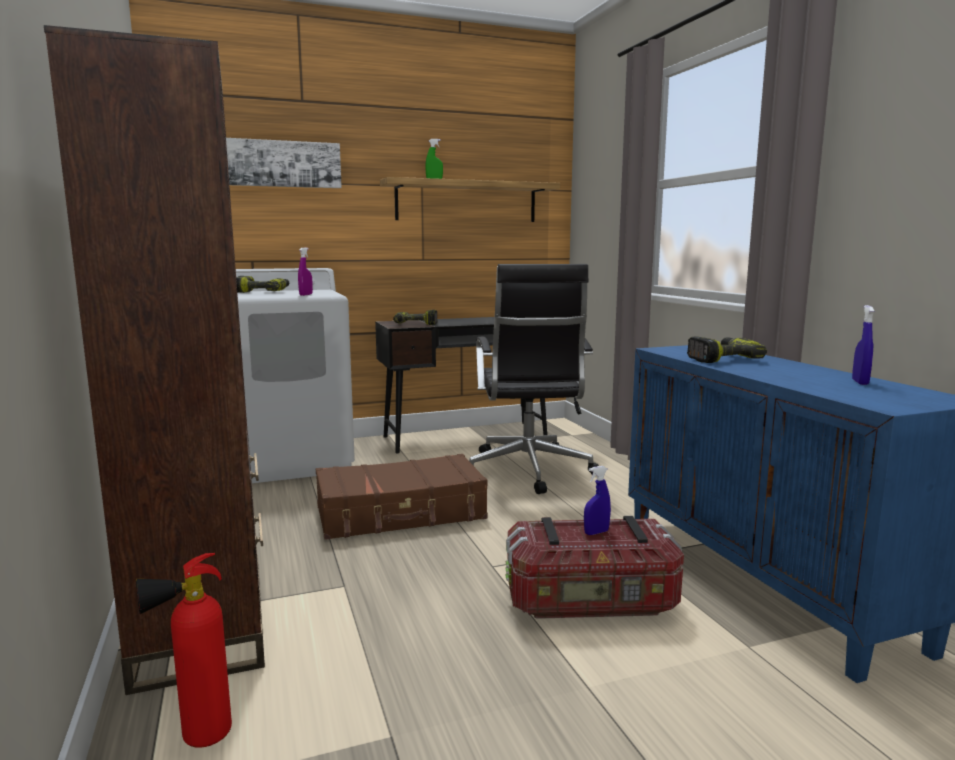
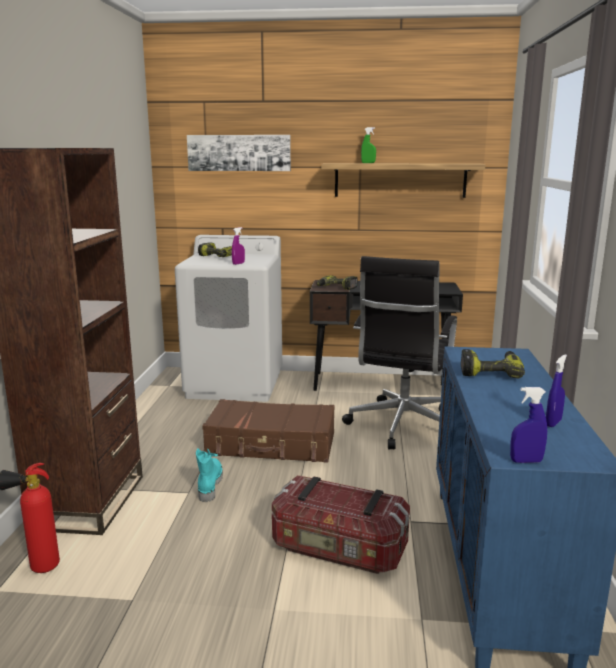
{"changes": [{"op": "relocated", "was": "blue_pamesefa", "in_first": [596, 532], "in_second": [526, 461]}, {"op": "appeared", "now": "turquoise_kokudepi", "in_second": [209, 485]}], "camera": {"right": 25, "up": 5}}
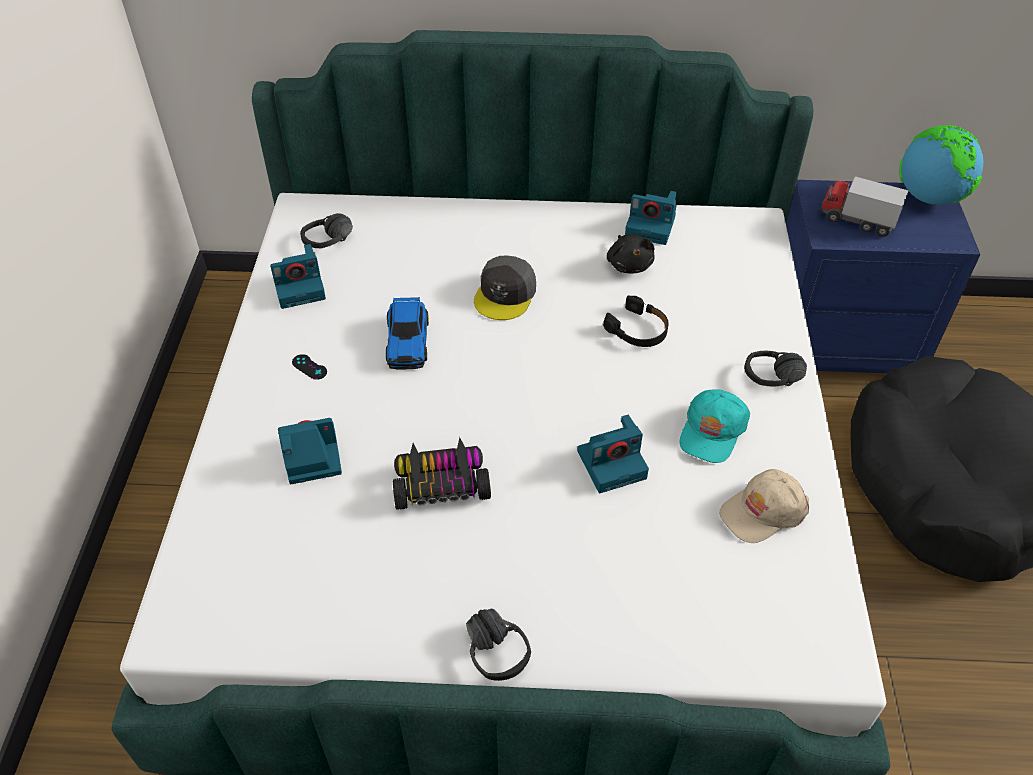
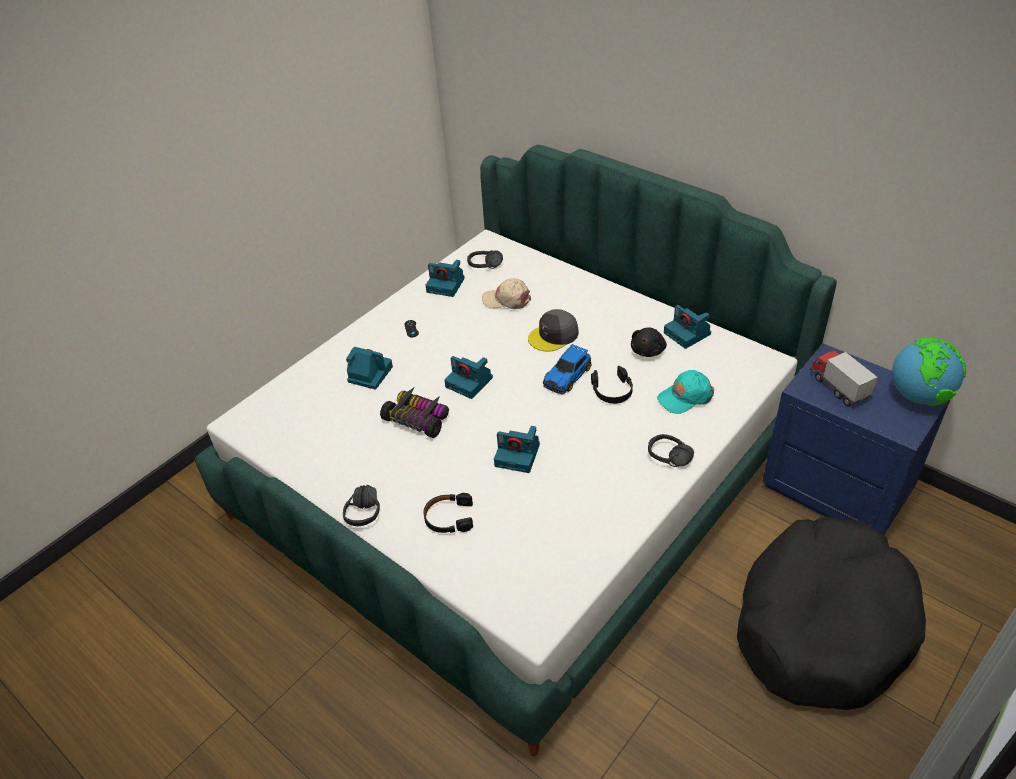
{"changes": [{"op": "relocated", "was": "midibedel", "in_first": [408, 341], "in_second": [568, 375]}, {"op": "relocated", "was": "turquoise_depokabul", "in_first": [712, 431], "in_second": [685, 397]}, {"op": "relocated", "was": "beige_depokabul", "in_first": [763, 511], "in_second": [507, 300]}, {"op": "appeared", "now": "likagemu", "in_second": [470, 382]}, {"op": "appeared", "now": "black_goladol", "in_second": [449, 518]}], "camera": {"right": 40, "up": -5}}
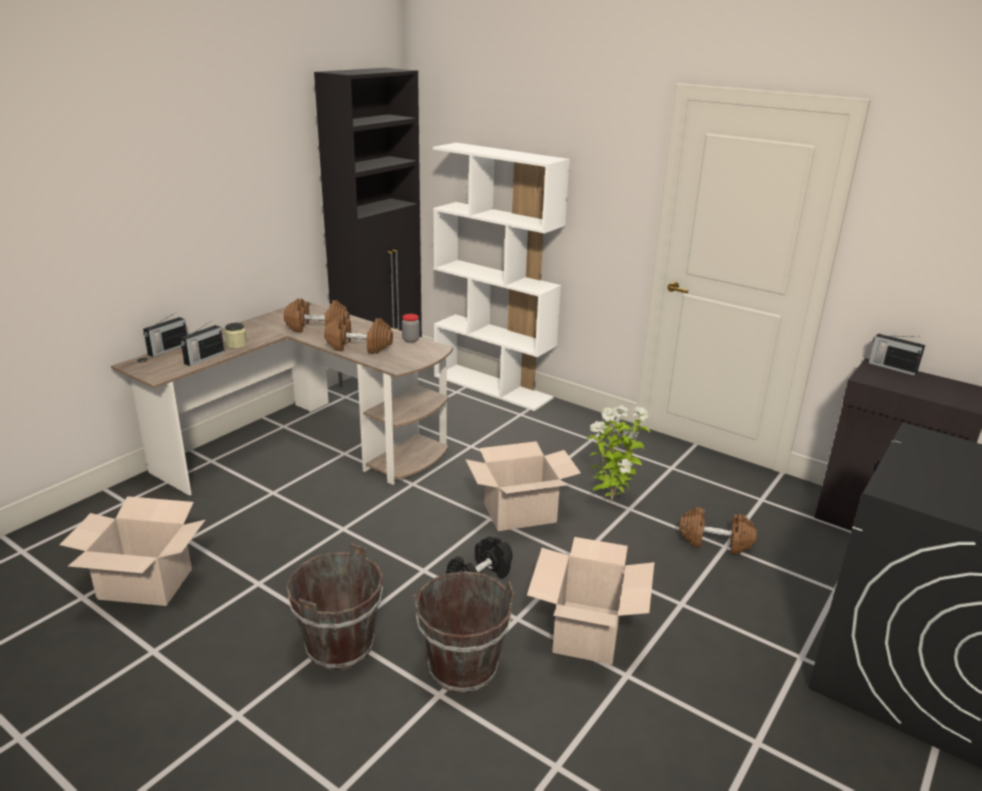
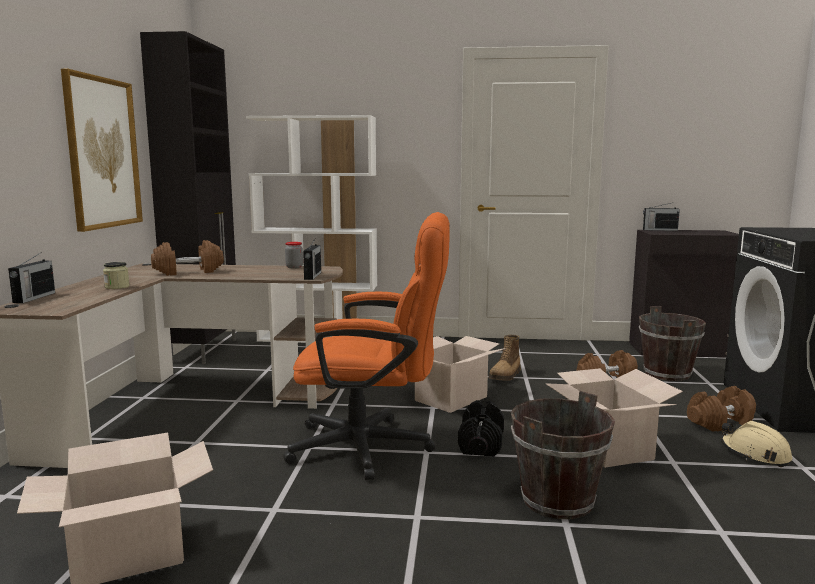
{"changes": [{"op": "relocated", "was": "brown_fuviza", "in_first": [359, 347], "in_second": [720, 422]}, {"op": "relocated", "was": "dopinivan", "in_first": [203, 358], "in_second": [312, 276]}, {"op": "exchanged", "was": "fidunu", "now": "kokudepi", "in_first": [611, 500], "in_second": [505, 376]}, {"op": "relocated", "was": "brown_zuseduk", "in_first": [340, 647], "in_second": [667, 374]}, {"op": "appeared", "now": "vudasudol", "in_second": [102, 153]}, {"op": "appeared", "now": "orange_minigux", "in_second": [374, 448]}, {"op": "appeared", "now": "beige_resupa", "in_second": [755, 454]}], "camera": {"right": -30, "up": -15}}
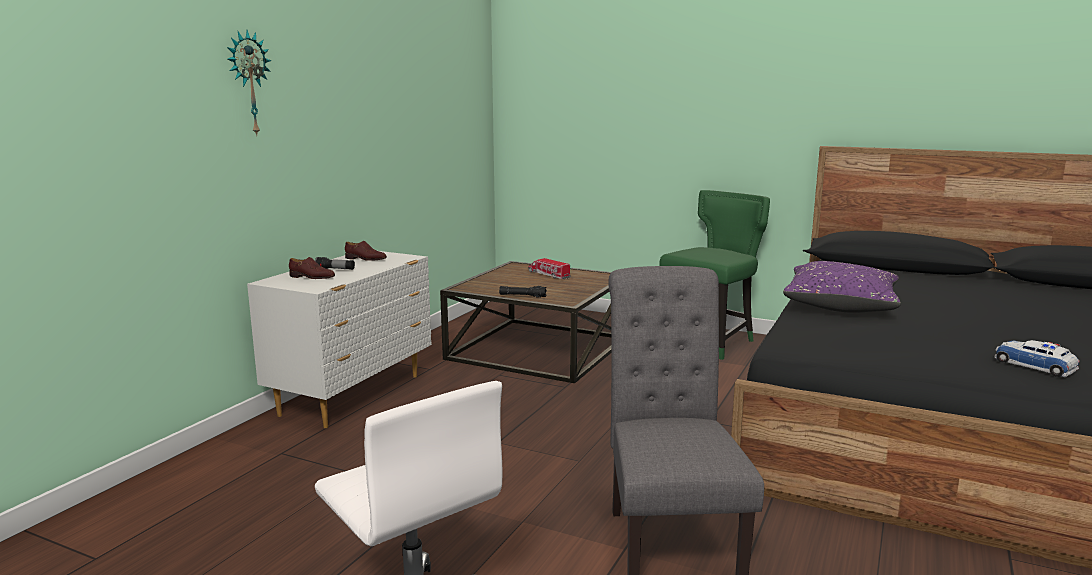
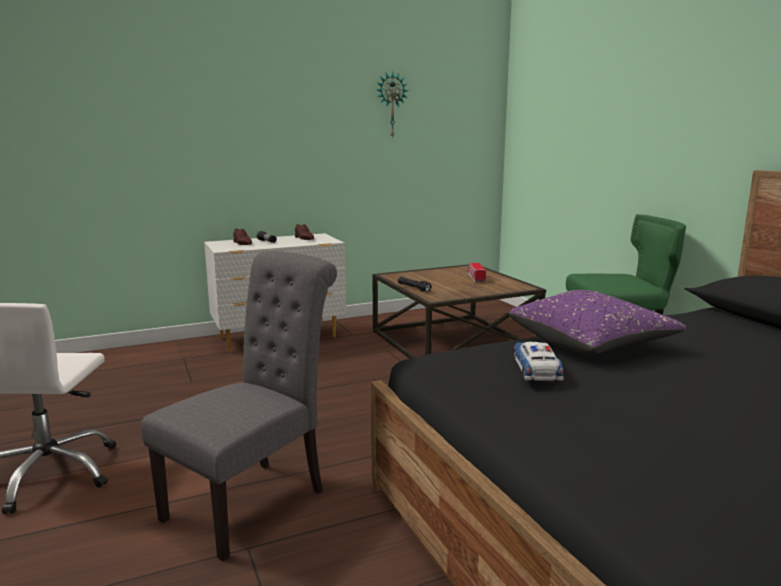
{"changes": [{"op": "relocated", "was": "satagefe", "in_first": [248, 83], "in_second": [391, 105]}, {"op": "relocated", "was": "midibedel", "in_first": [1035, 365], "in_second": [536, 368]}], "camera": {"right": 40, "up": 0}}
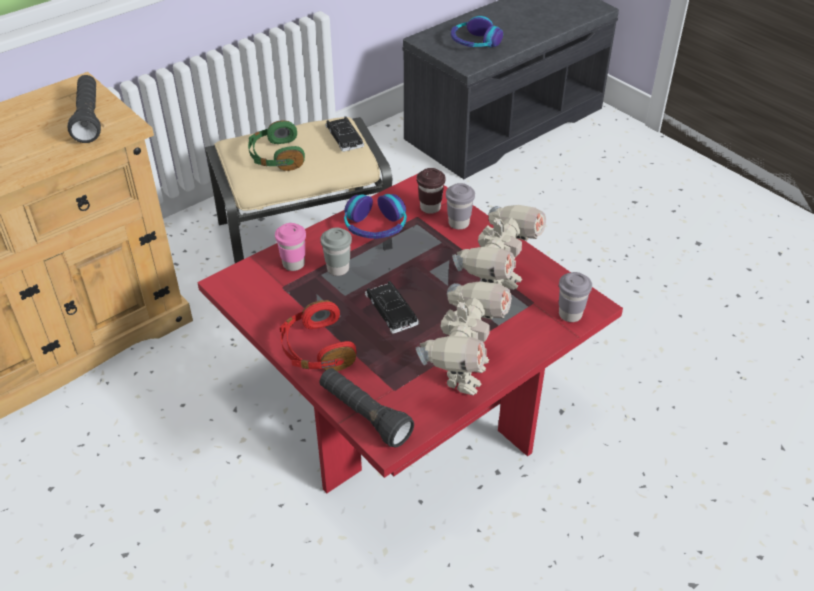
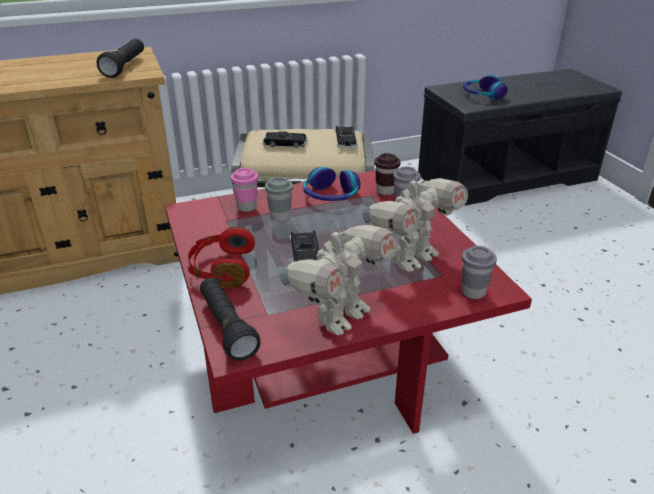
{"changes": [{"op": "exchanged", "was": "green_goladol", "now": "black_midibedel", "in_first": [276, 157], "in_second": [285, 143]}], "camera": {"right": 20, "up": -10}}
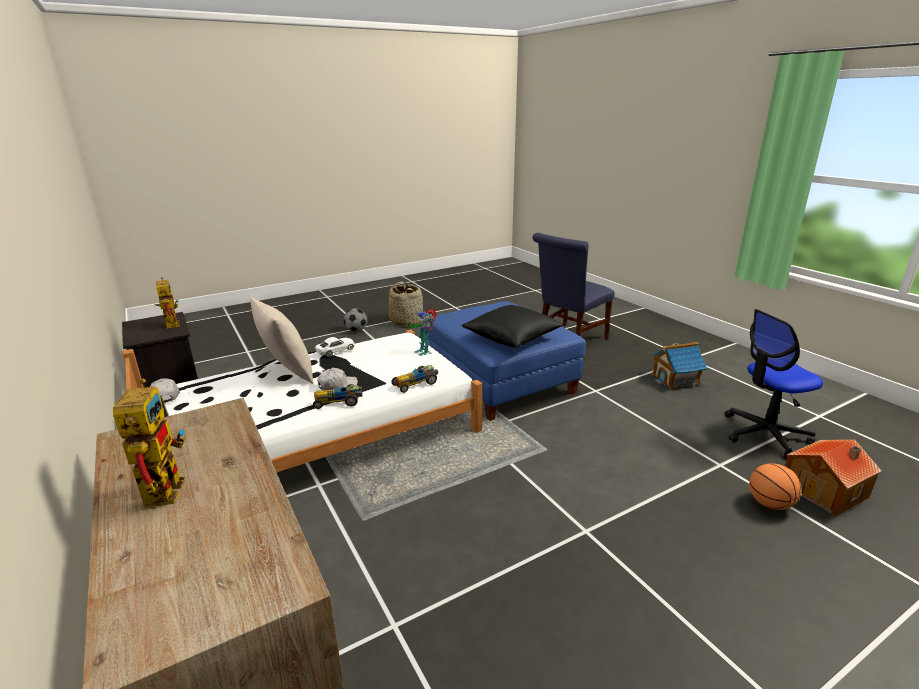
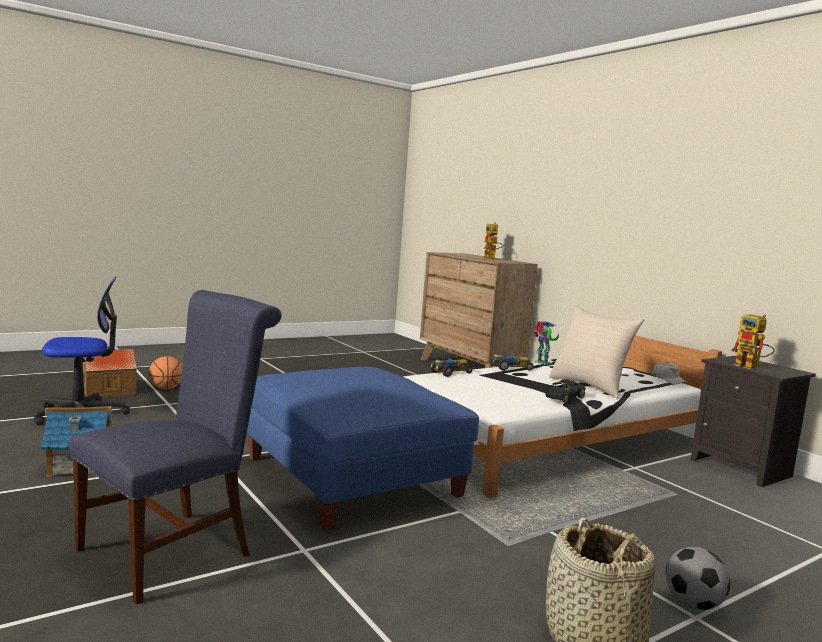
{"changes": [{"op": "missing", "was": "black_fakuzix", "in_first": [512, 338]}, {"op": "relocated", "was": "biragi", "in_first": [424, 351], "in_second": [542, 363]}, {"op": "colour", "was": "white_midibedel", "now": "black_midibedel", "in_first": [335, 350], "in_second": [565, 397]}, {"op": "missing", "was": "white_depokabul", "in_first": [337, 385]}], "camera": {"right": 175, "up": -15}}
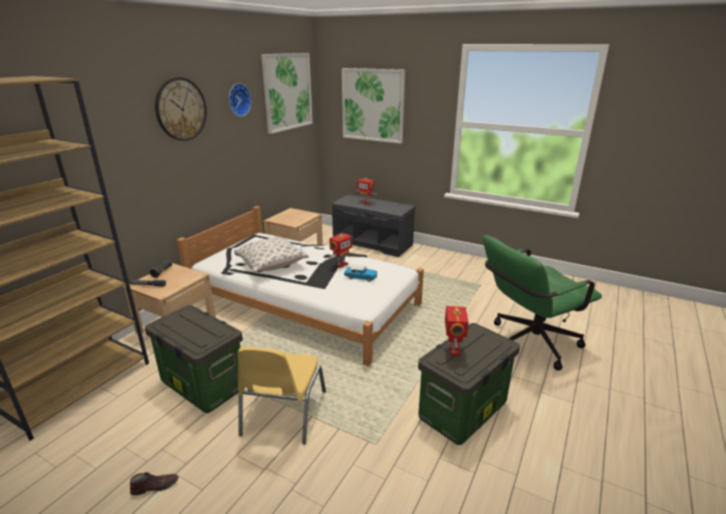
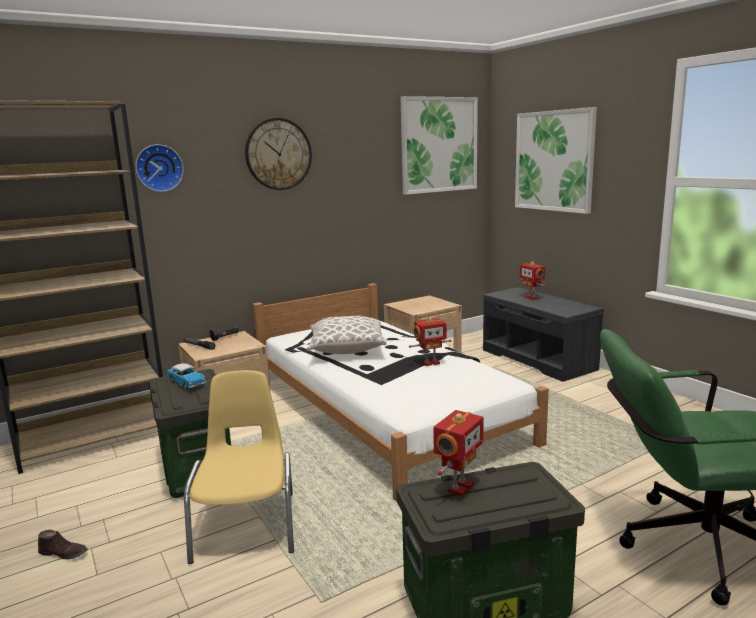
{"changes": [{"op": "relocated", "was": "satagefe", "in_first": [238, 100], "in_second": [159, 168]}, {"op": "relocated", "was": "midibedel", "in_first": [361, 277], "in_second": [187, 383]}, {"op": "spun", "was": "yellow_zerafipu", "in_first": [282, 413], "in_second": [247, 525], "clockwise": 135}], "camera": {"right": 30, "up": -10}}
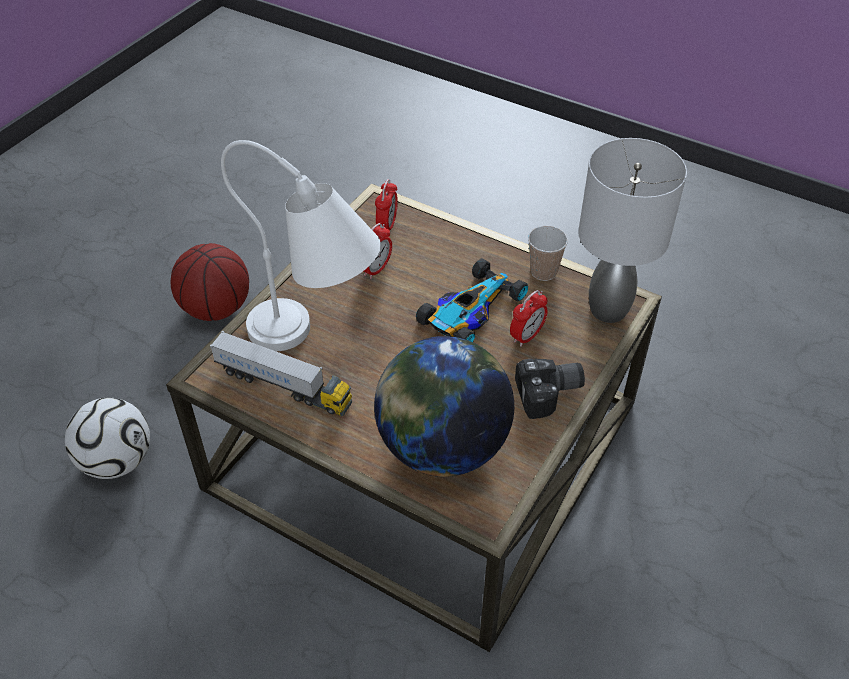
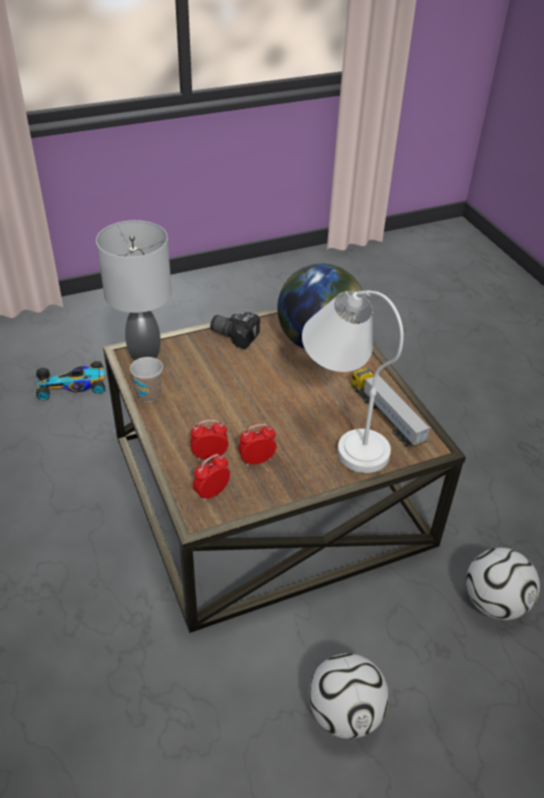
{"changes": [{"op": "exchanged", "was": "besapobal", "now": "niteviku", "in_first": [216, 308], "in_second": [344, 714]}, {"op": "relocated", "was": "midibedel", "in_first": [470, 311], "in_second": [73, 385]}, {"op": "relocated", "was": "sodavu", "in_first": [526, 336], "in_second": [209, 456]}], "camera": {"right": -145, "up": -5}}
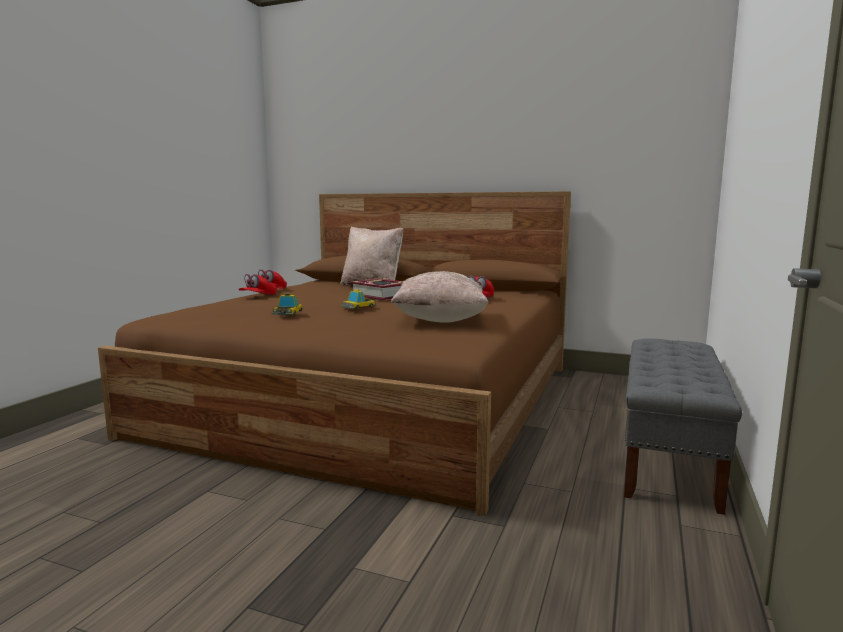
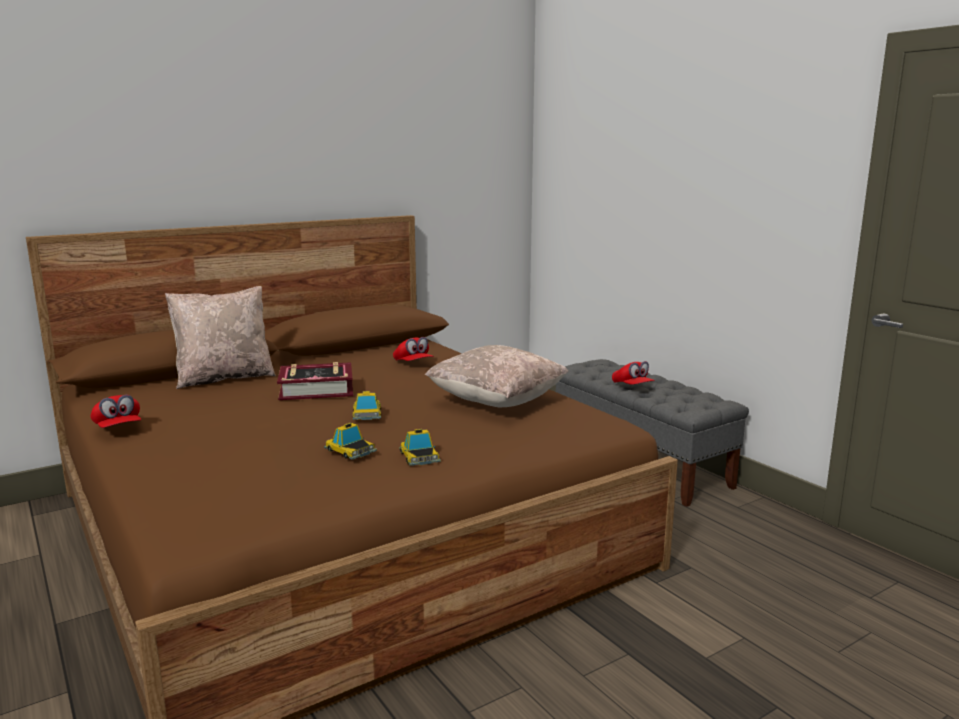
{"changes": [{"op": "relocated", "was": "red_depokabul", "in_first": [258, 296], "in_second": [632, 386]}, {"op": "appeared", "now": "midibedel", "in_second": [419, 456]}], "camera": {"right": -55, "up": 5}}
